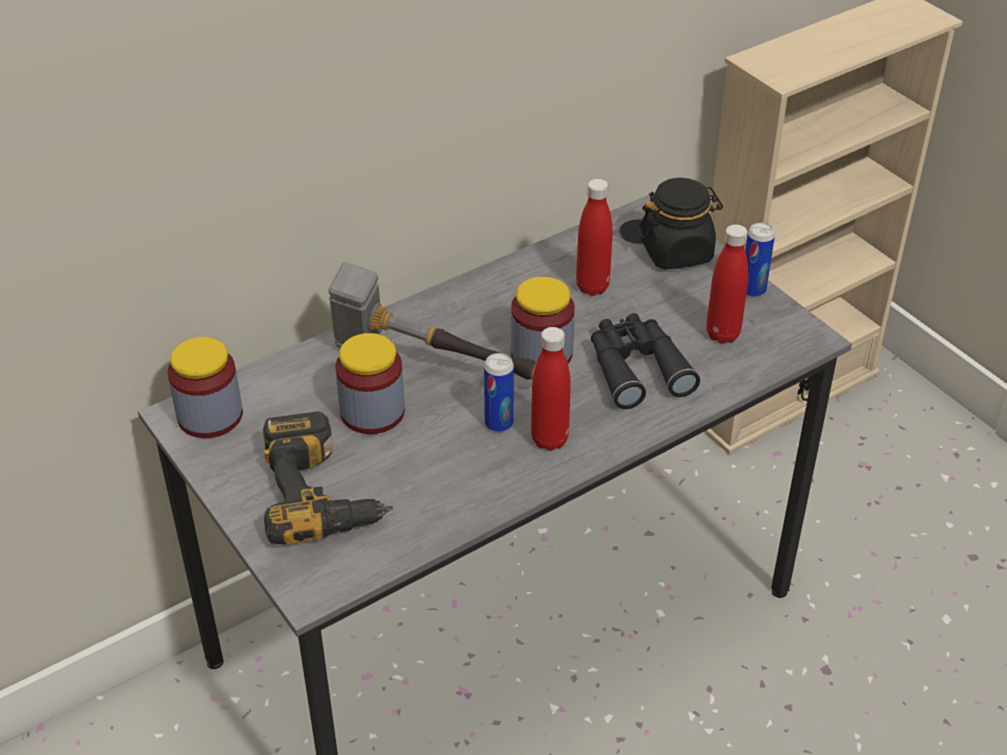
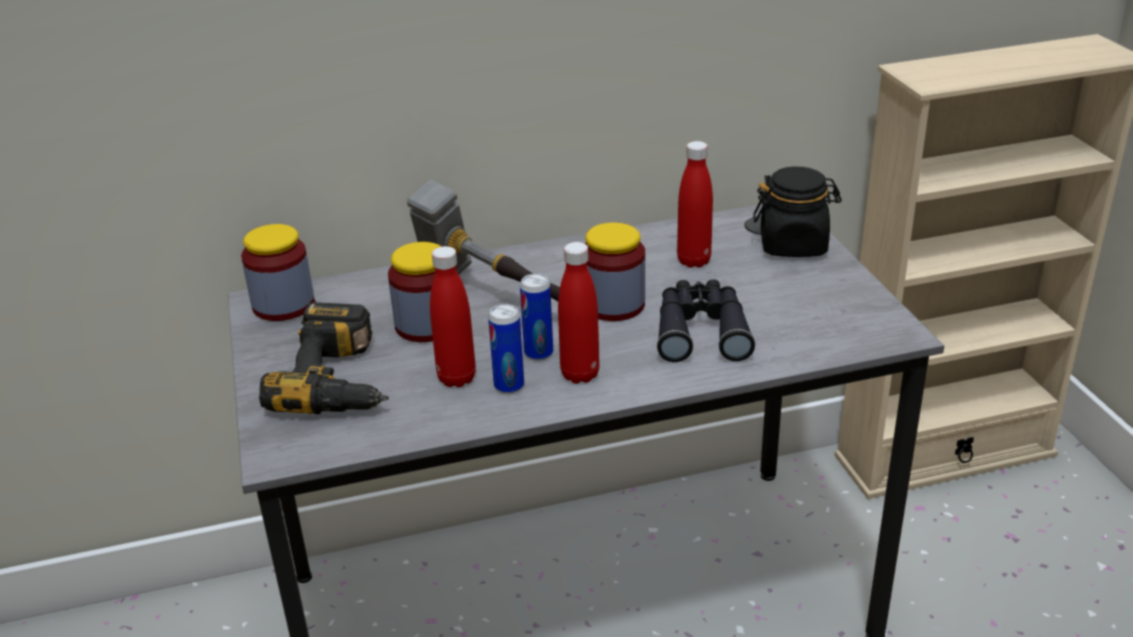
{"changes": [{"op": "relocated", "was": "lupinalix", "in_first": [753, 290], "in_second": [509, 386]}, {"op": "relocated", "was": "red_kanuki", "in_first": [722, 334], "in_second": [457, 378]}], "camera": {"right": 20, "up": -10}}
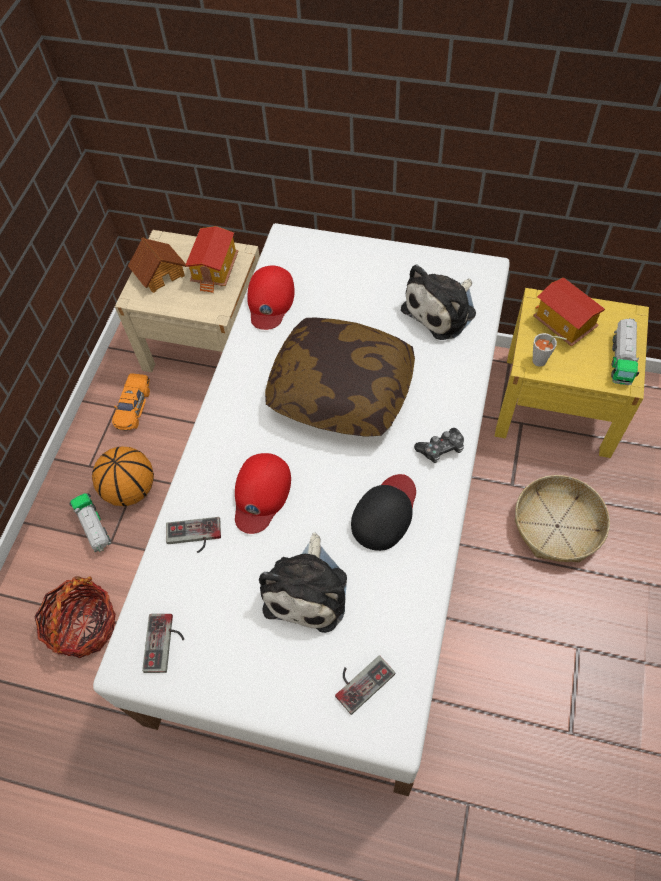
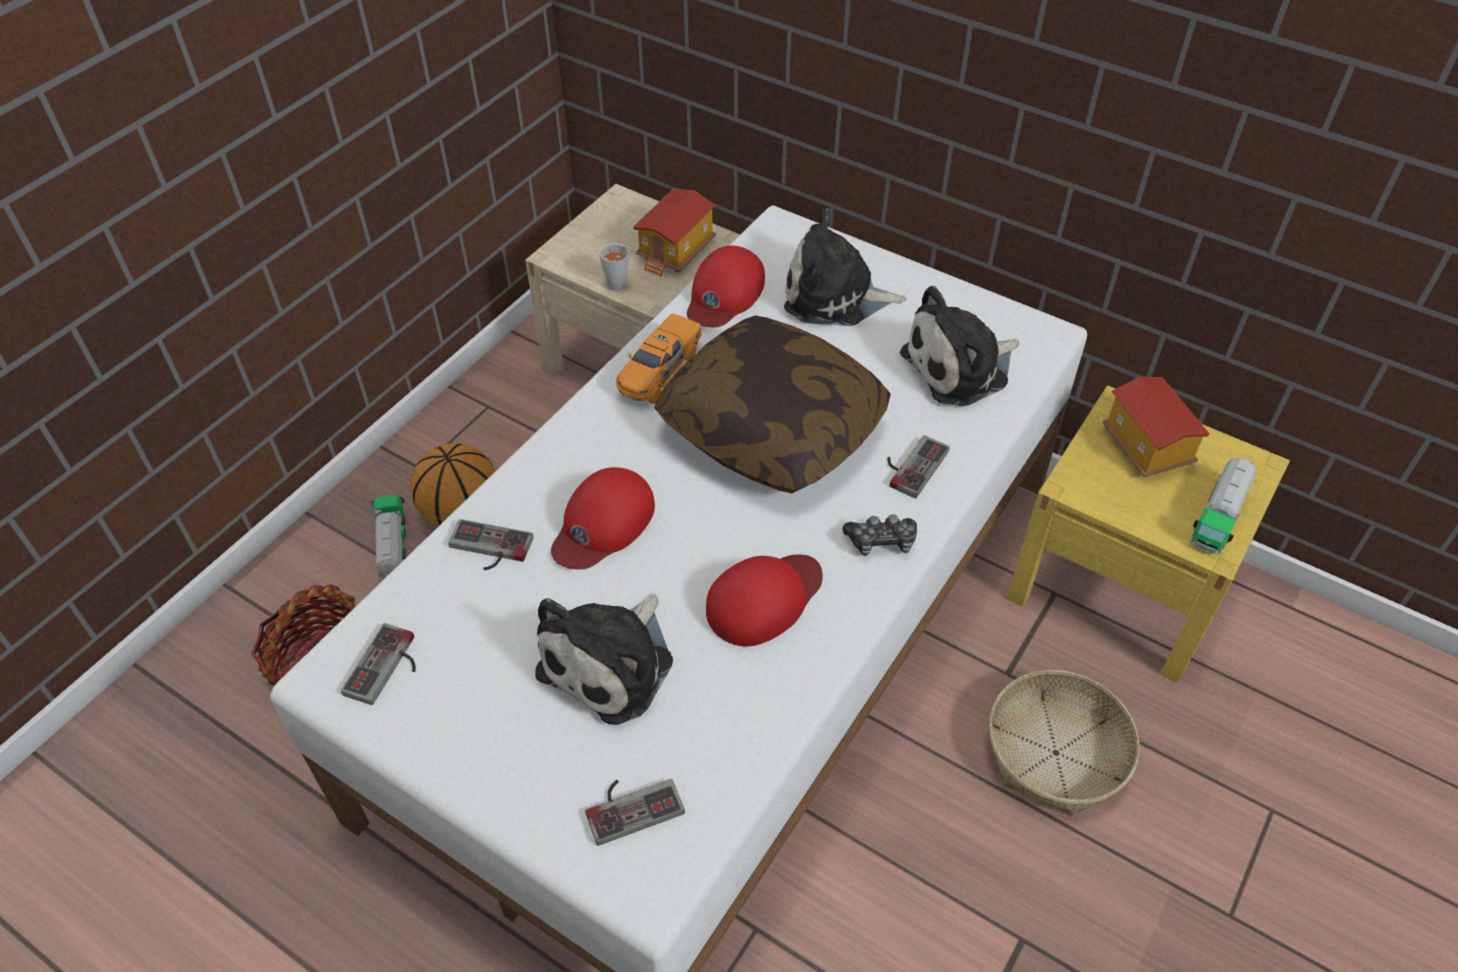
{"changes": [{"op": "missing", "was": "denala", "in_first": [160, 273]}, {"op": "relocated", "was": "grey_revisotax", "in_first": [542, 362], "in_second": [620, 287]}, {"op": "relocated", "was": "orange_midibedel", "in_first": [133, 407], "in_second": [659, 371]}, {"op": "colour", "was": "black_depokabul", "now": "red_depokabul", "in_first": [385, 513], "in_second": [764, 599]}, {"op": "appeared", "now": "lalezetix", "in_second": [835, 296]}, {"op": "appeared", "now": "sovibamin", "in_second": [911, 465]}], "camera": {"right": 15, "up": -10}}
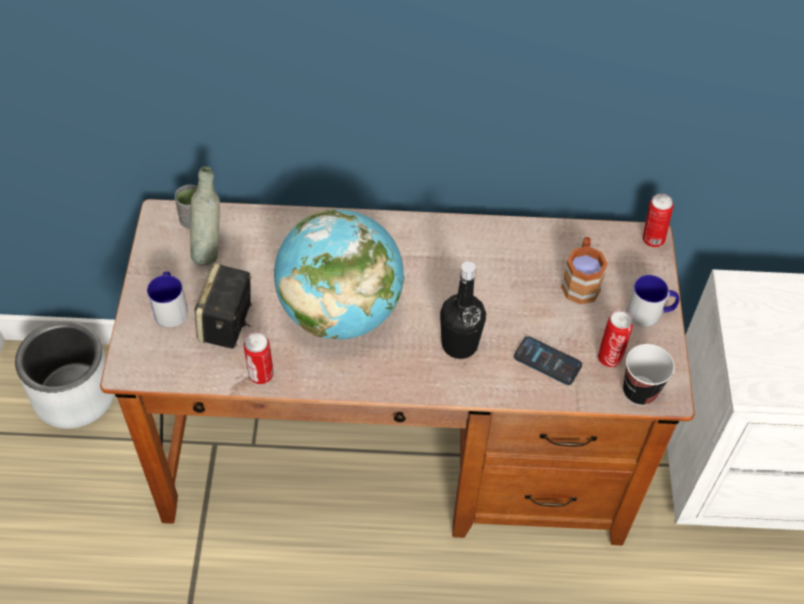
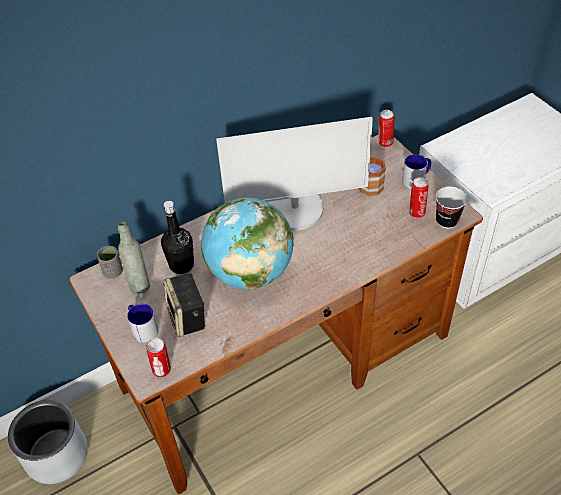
{"changes": [{"op": "relocated", "was": "black_kanuki", "in_first": [459, 344], "in_second": [181, 265]}, {"op": "relocated", "was": "lupinalix", "in_first": [261, 376], "in_second": [162, 370]}, {"op": "missing", "was": "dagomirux", "in_first": [547, 361]}, {"op": "appeared", "now": "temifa", "in_second": [295, 209]}], "camera": {"right": -30, "up": -5}}
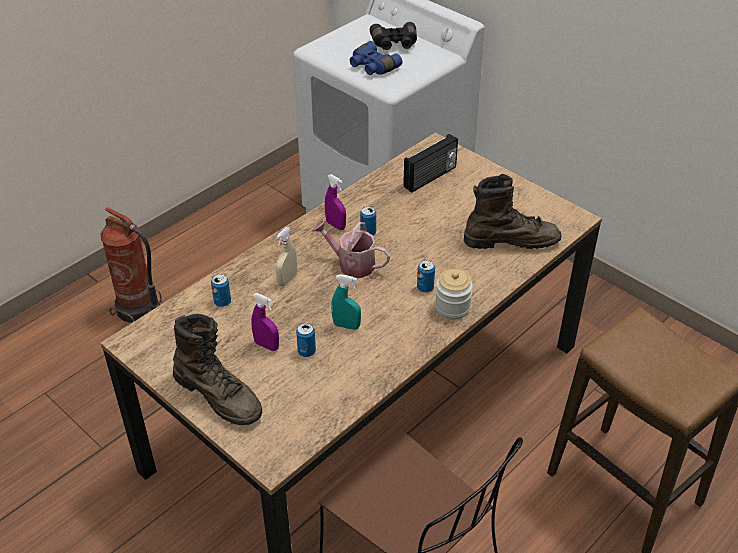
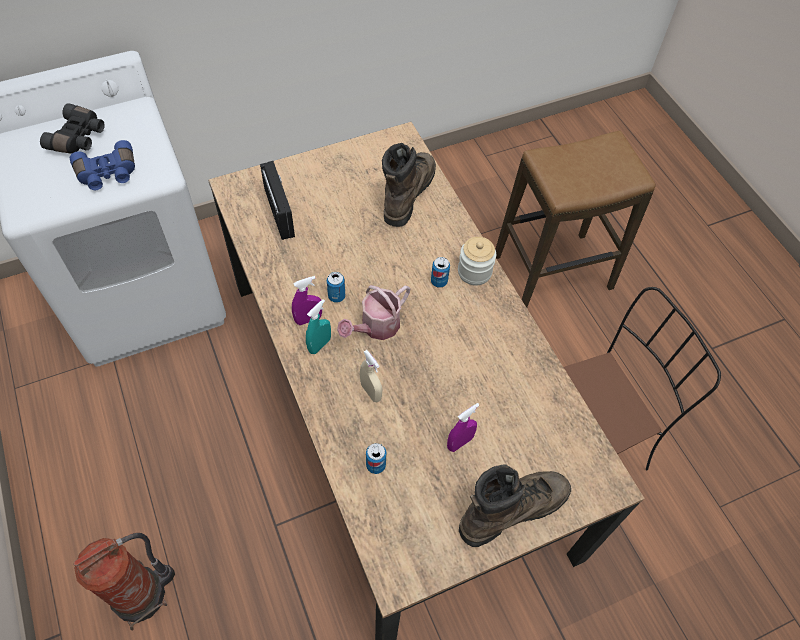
{"changes": [{"op": "relocated", "was": "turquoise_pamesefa", "in_first": [346, 326], "in_second": [319, 345]}, {"op": "missing", "was": "lupinalix", "in_first": [306, 351]}], "camera": {"right": -70, "up": 15}}
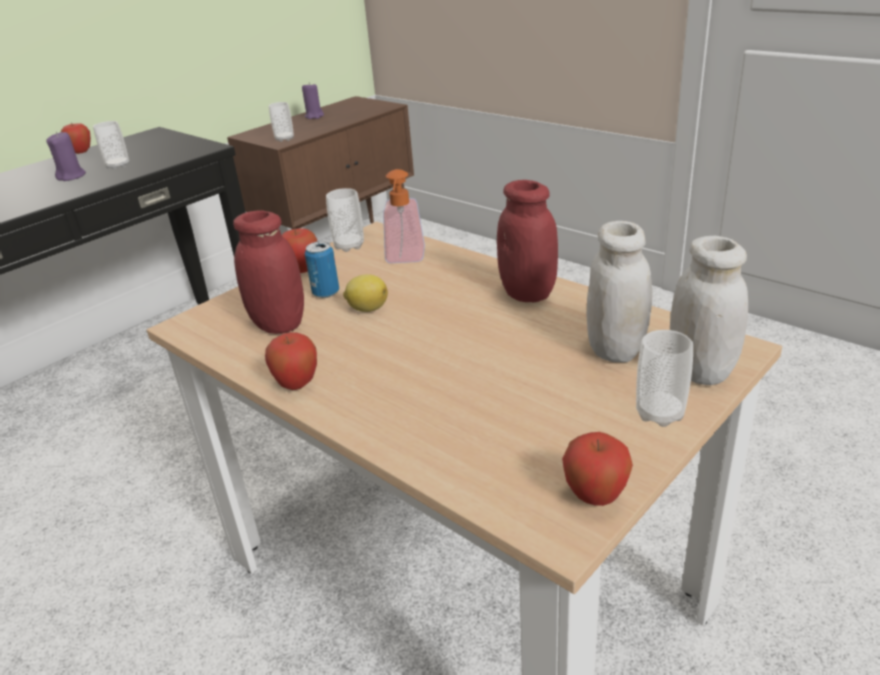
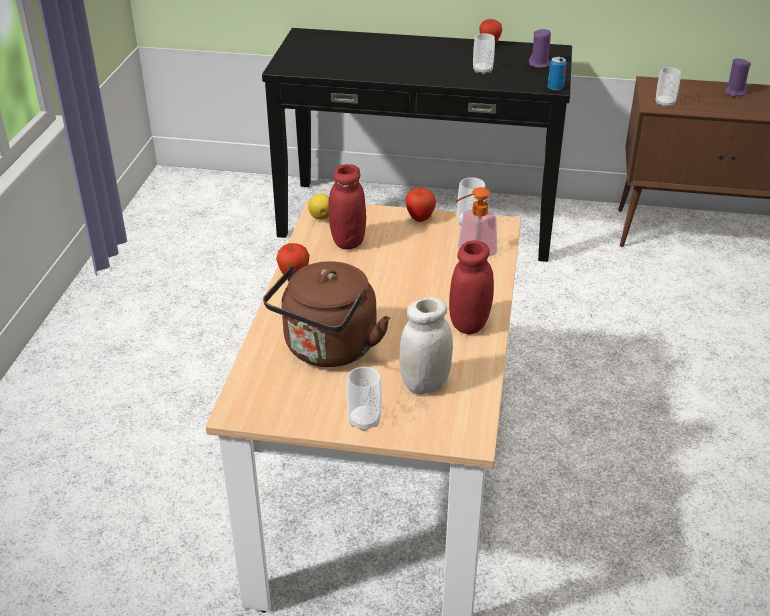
{"changes": [{"op": "relocated", "was": "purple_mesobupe", "in_first": [72, 177], "in_second": [539, 64]}, {"op": "missing", "was": "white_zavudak", "in_first": [700, 371]}, {"op": "relocated", "was": "lupinalix", "in_first": [326, 293], "in_second": [555, 88]}, {"op": "relocated", "was": "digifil", "in_first": [367, 309], "in_second": [321, 216]}, {"op": "missing", "was": "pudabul", "in_first": [595, 497]}, {"op": "appeared", "now": "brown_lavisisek", "in_second": [328, 350]}], "camera": {"right": 55, "up": 5}}
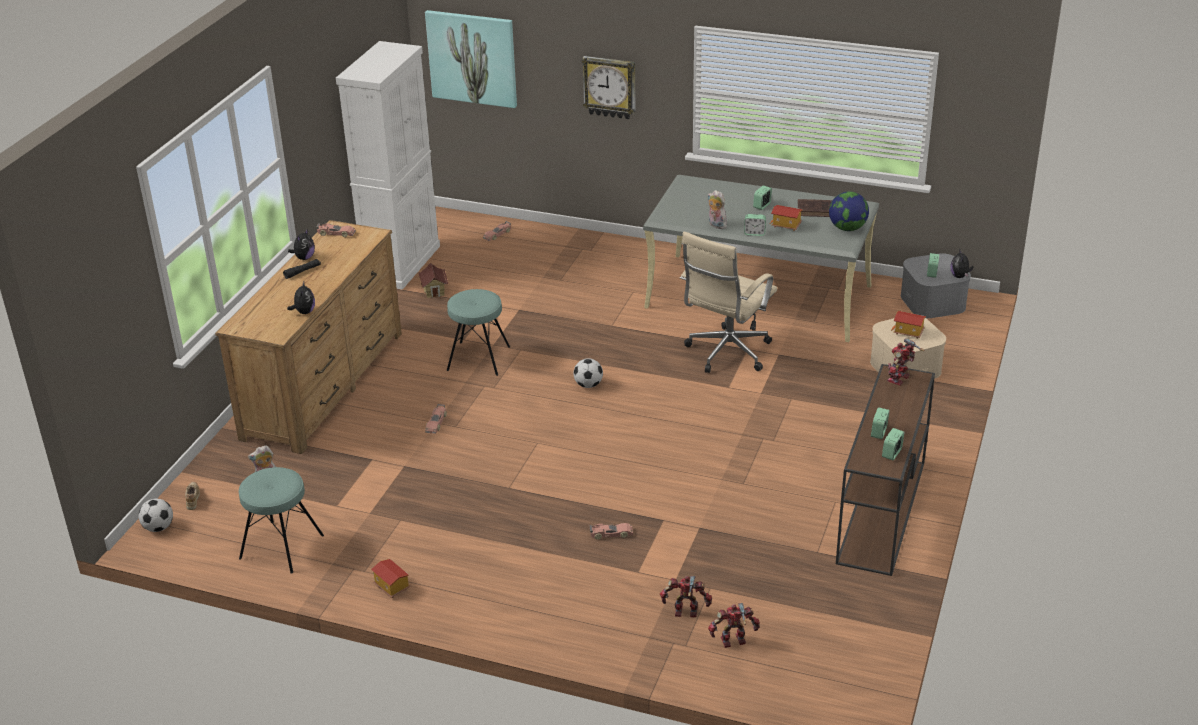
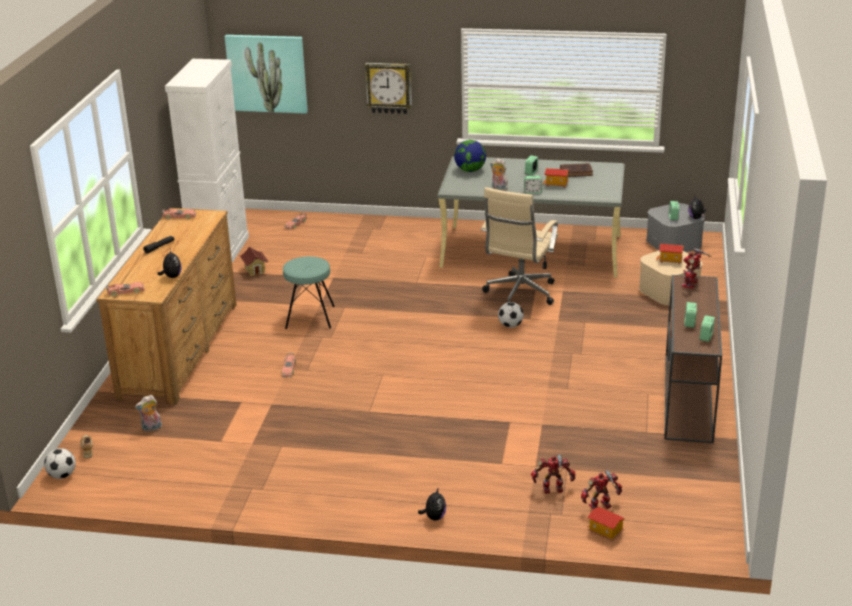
{"changes": [{"op": "relocated", "was": "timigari", "in_first": [847, 228], "in_second": [470, 170]}, {"op": "relocated", "was": "lalezetix", "in_first": [304, 258], "in_second": [434, 517]}, {"op": "relocated", "was": "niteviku", "in_first": [588, 385], "in_second": [510, 325]}, {"op": "missing", "was": "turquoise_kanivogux", "in_first": [281, 547]}, {"op": "relocated", "was": "midibedel", "in_first": [611, 534], "in_second": [126, 292]}, {"op": "relocated", "was": "denala", "in_first": [391, 587], "in_second": [604, 532]}], "camera": {"right": -10, "up": -5}}
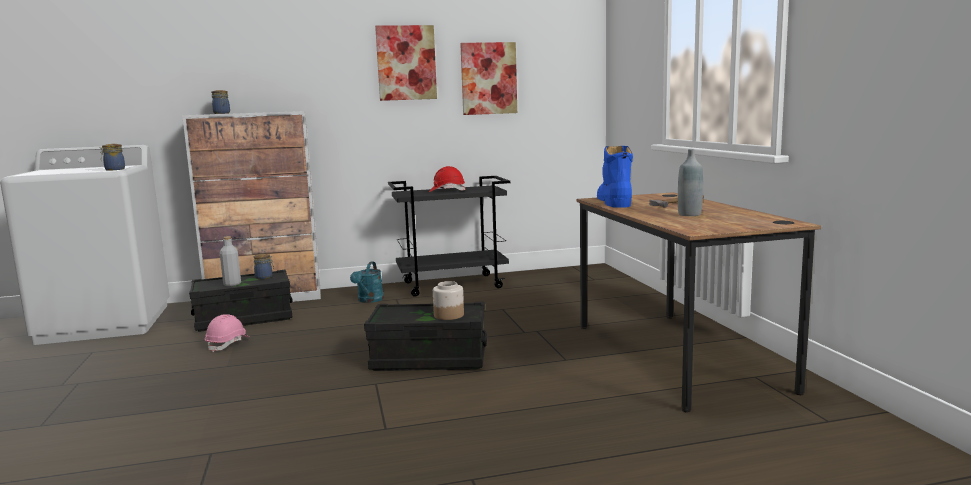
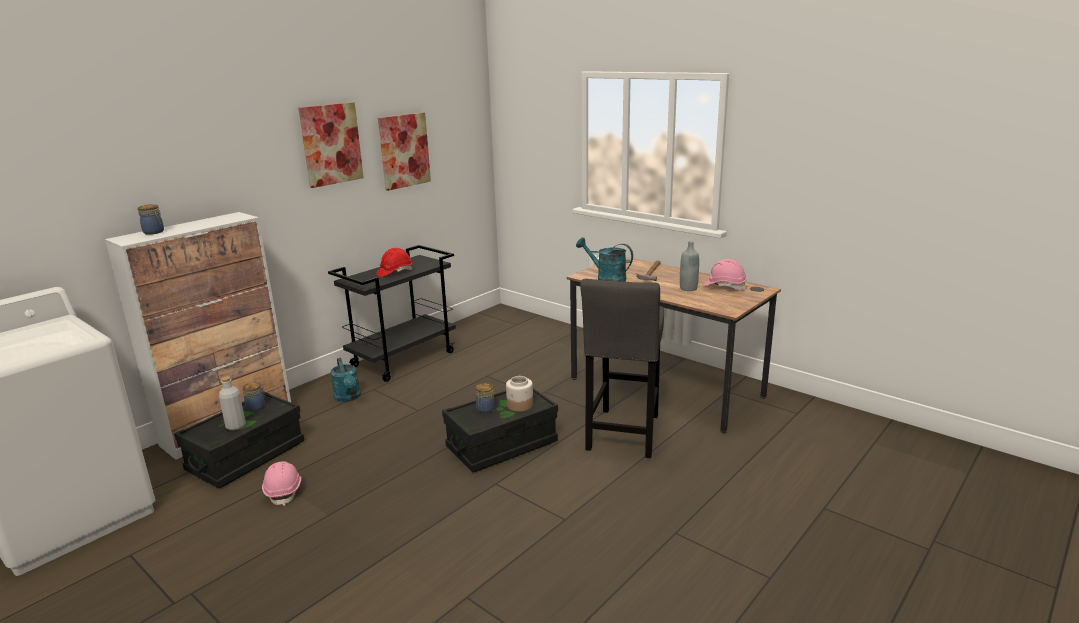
{"changes": [{"op": "relocated", "was": "zavudak", "in_first": [114, 169], "in_second": [485, 409]}, {"op": "exchanged", "was": "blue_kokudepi", "now": "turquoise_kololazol", "in_first": [614, 202], "in_second": [606, 278]}, {"op": "appeared", "now": "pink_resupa", "in_second": [724, 286]}, {"op": "appeared", "now": "grey_kanivogux", "in_second": [623, 435]}], "camera": {"right": -35, "up": 10}}
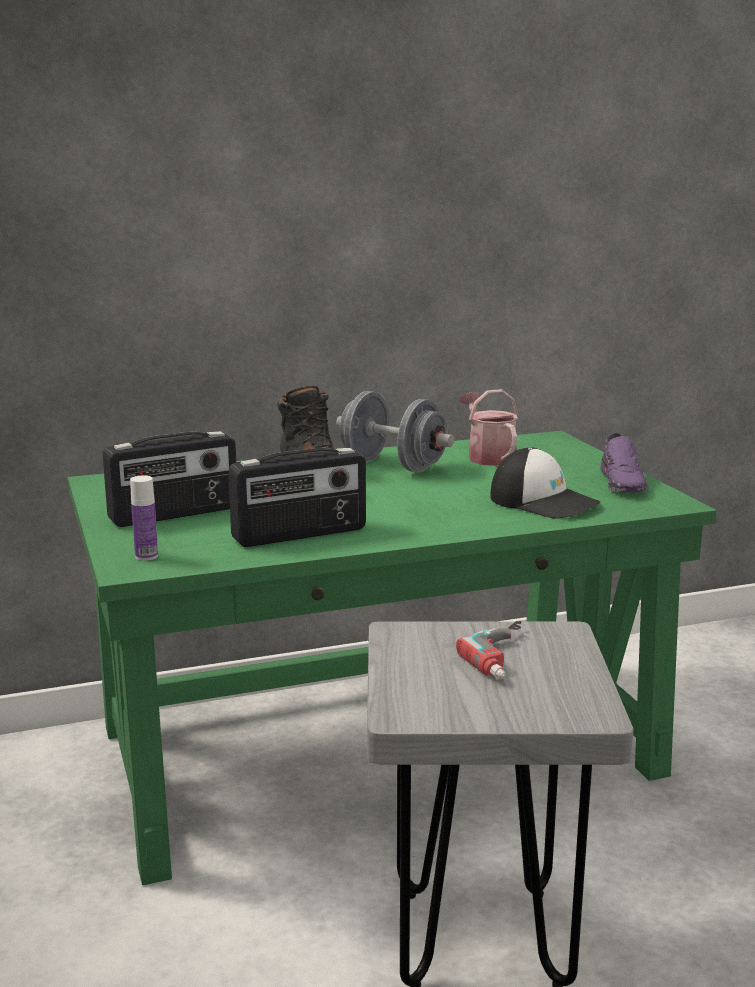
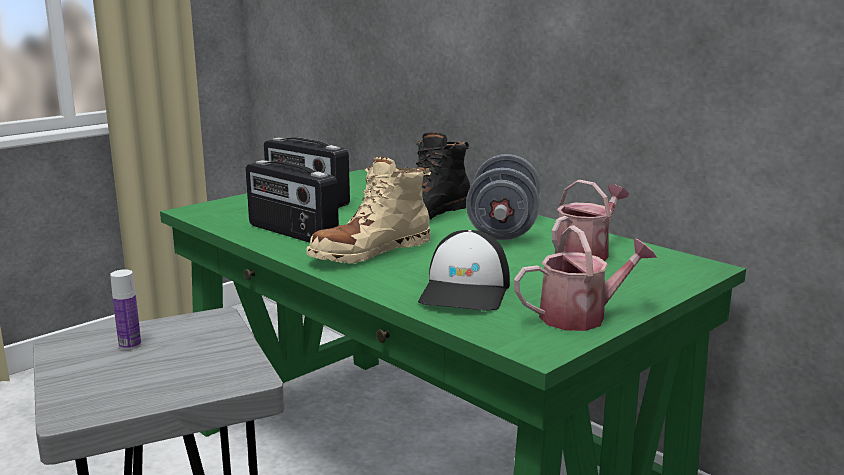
{"changes": [{"op": "exchanged", "was": "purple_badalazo", "now": "kololazol", "in_first": [623, 483], "in_second": [581, 316]}, {"op": "relocated", "was": "kanuki", "in_first": [146, 556], "in_second": [130, 345]}, {"op": "missing", "was": "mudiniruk", "in_first": [509, 657]}, {"op": "appeared", "now": "beige_kokudepi", "in_second": [370, 252]}], "camera": {"right": 65, "up": 0}}
